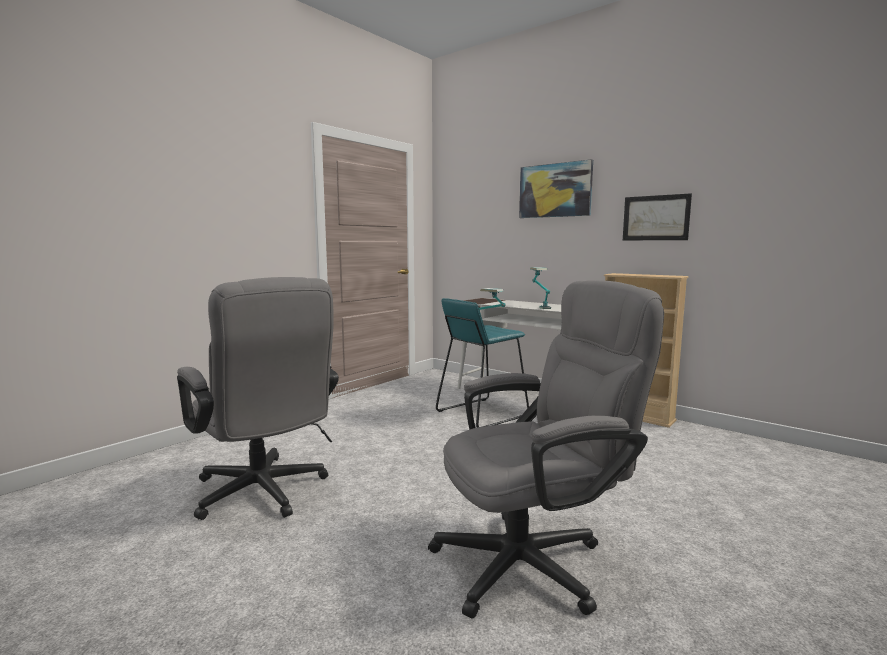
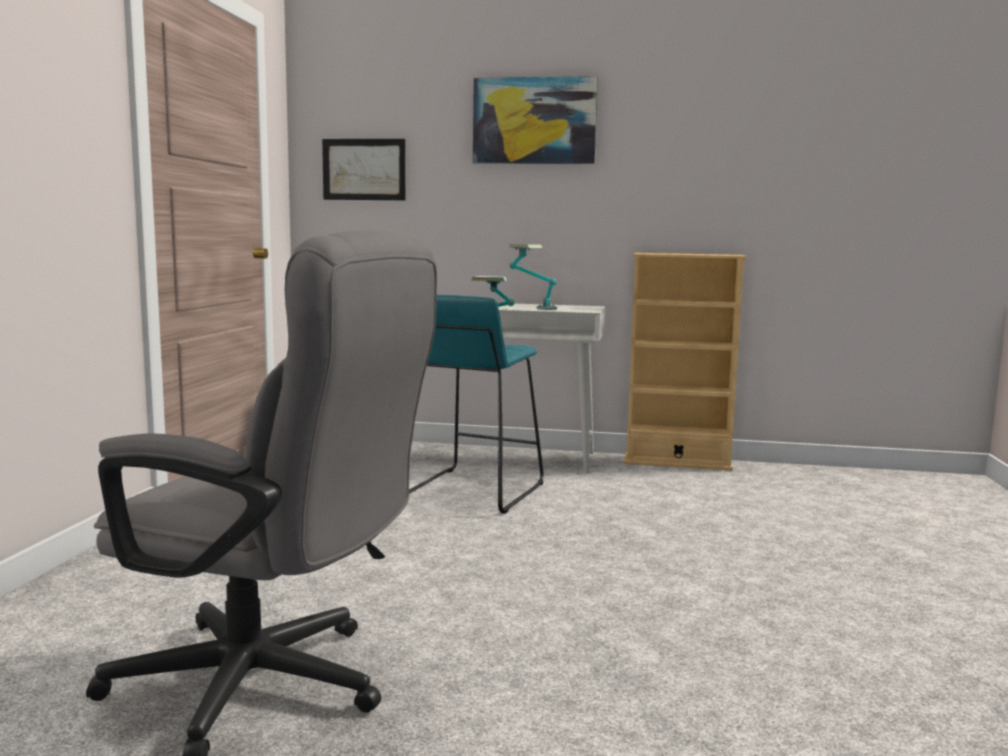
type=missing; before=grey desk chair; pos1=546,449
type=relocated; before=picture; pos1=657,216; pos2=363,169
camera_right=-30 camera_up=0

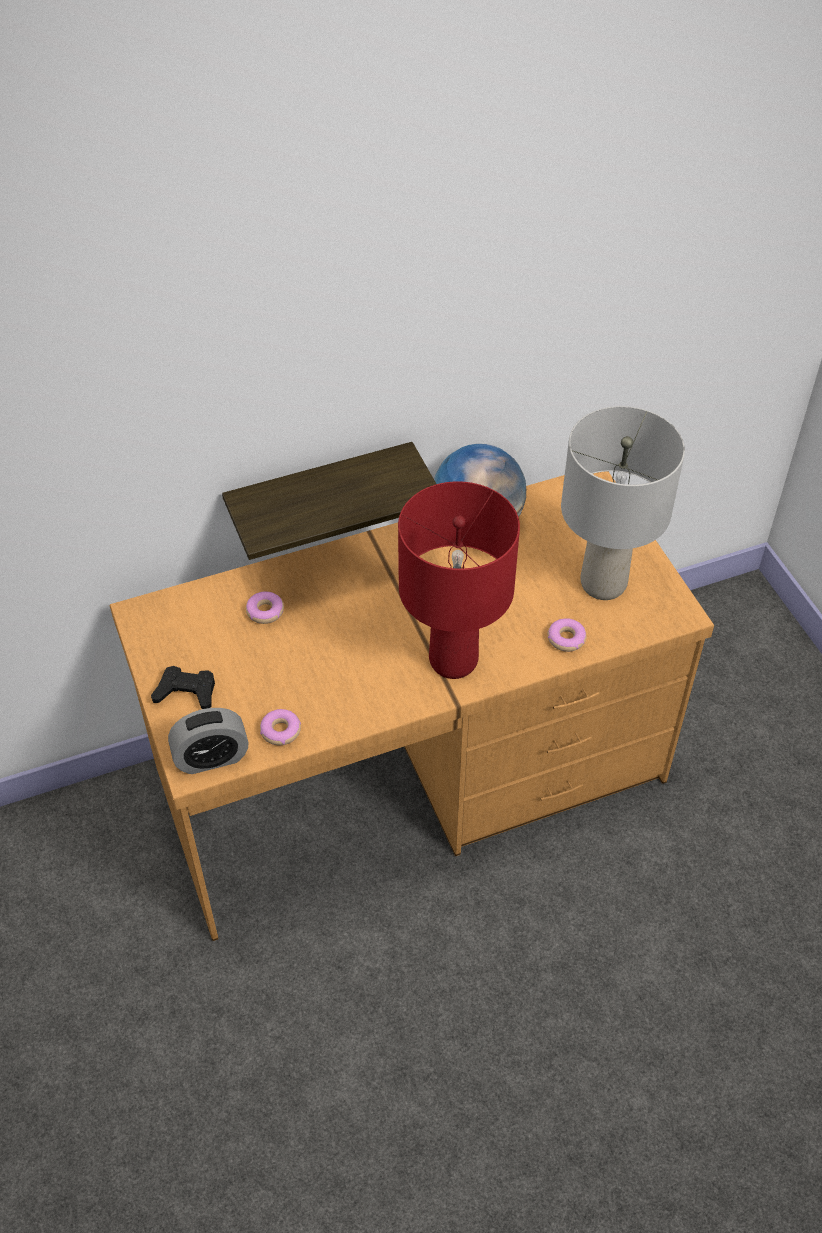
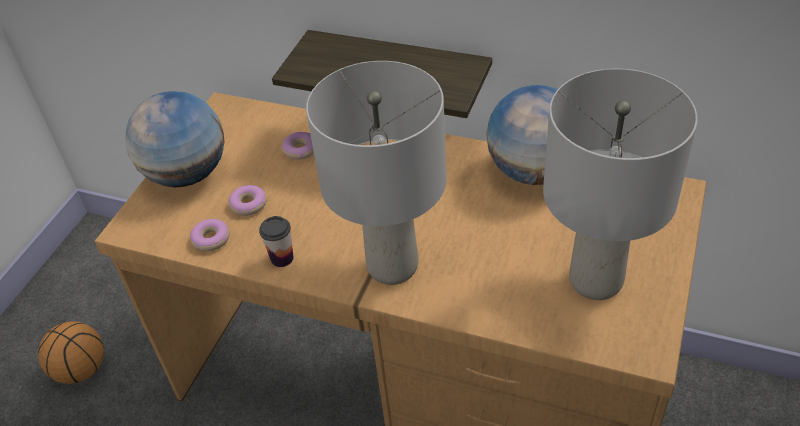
type=exchanged; before=blackish gamepad; after=globe; pos1=183,687; pos2=175,139
type=missing; before=table clock; pos1=208,741
type=colour; before=red-coloured lamp for a table; after=grey lamp for a table; pos1=459,580; pos2=376,173
type=relocated; before=doughnut; pos1=567,635; pos2=248,200
type=appeared; after=basketball ball; pos2=71,352
type=appeared; after=drinking cup; pos2=276,241
camera_right=45 camera_up=-5

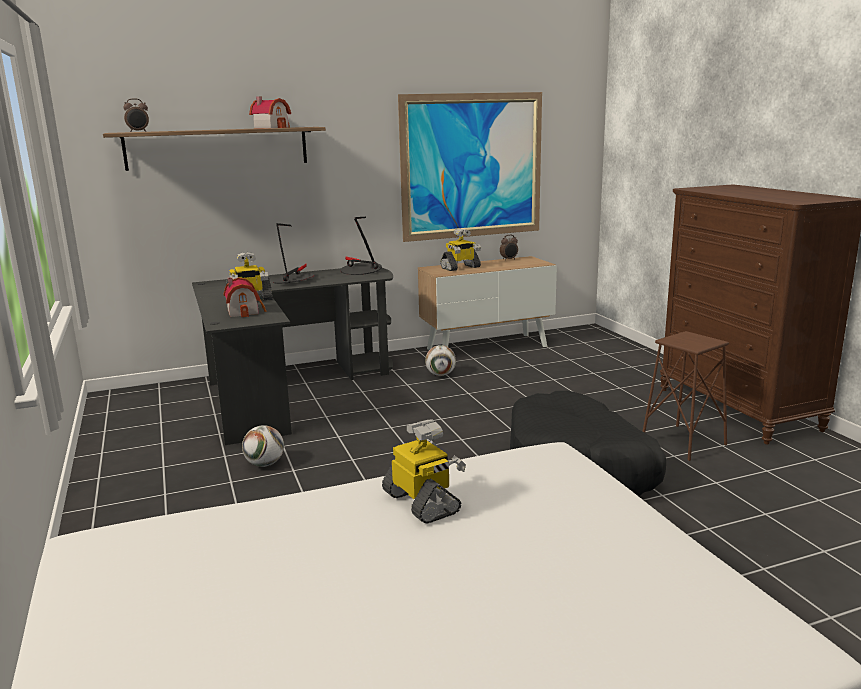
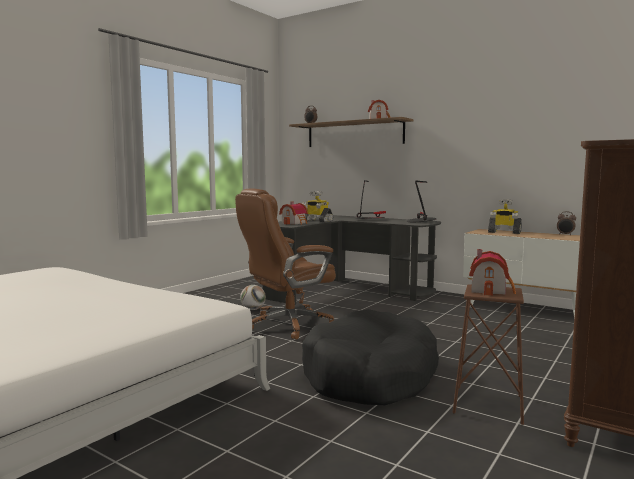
type=missing; before=robot figure; pos1=424,471
type=missing; before=picture; pos1=470,167
type=missing; before=football ball; pos1=440,360
type=appeared; after=brownish desk chair; pos2=285,264
type=appeared; after=model house; pos2=492,272
camera_right=55 camera_up=-10

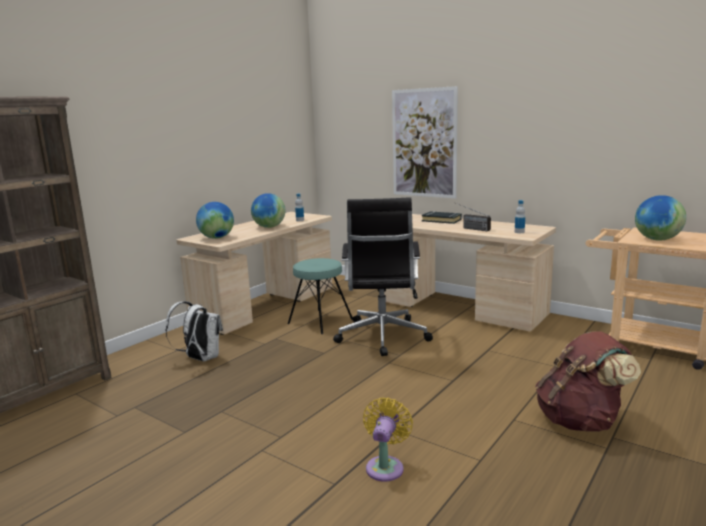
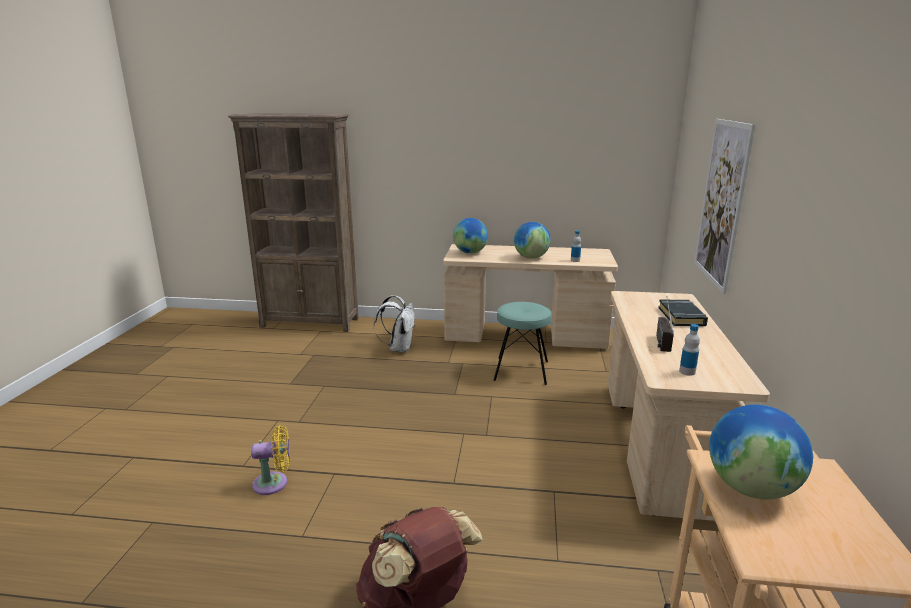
type=missing; before=blackish desk chair; pos1=383,277
camera_right=60 camera_up=5

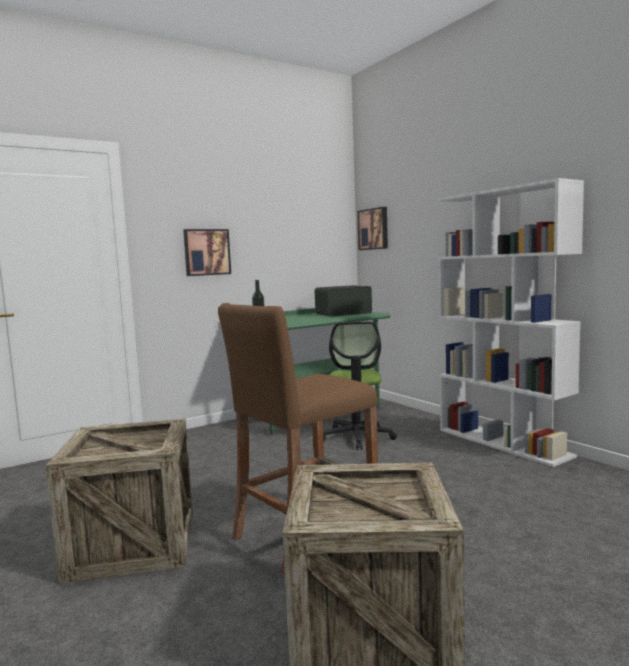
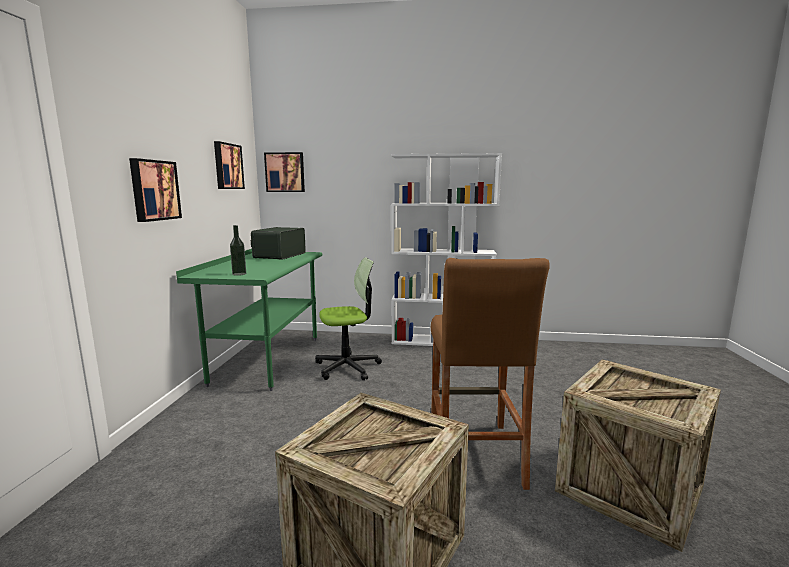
type=spun; before=desk chair; pos1=360,385; pos2=348,318; turn=-60
type=appeared; after=picture; pos2=229,165
camera_right=-50 camera_up=5

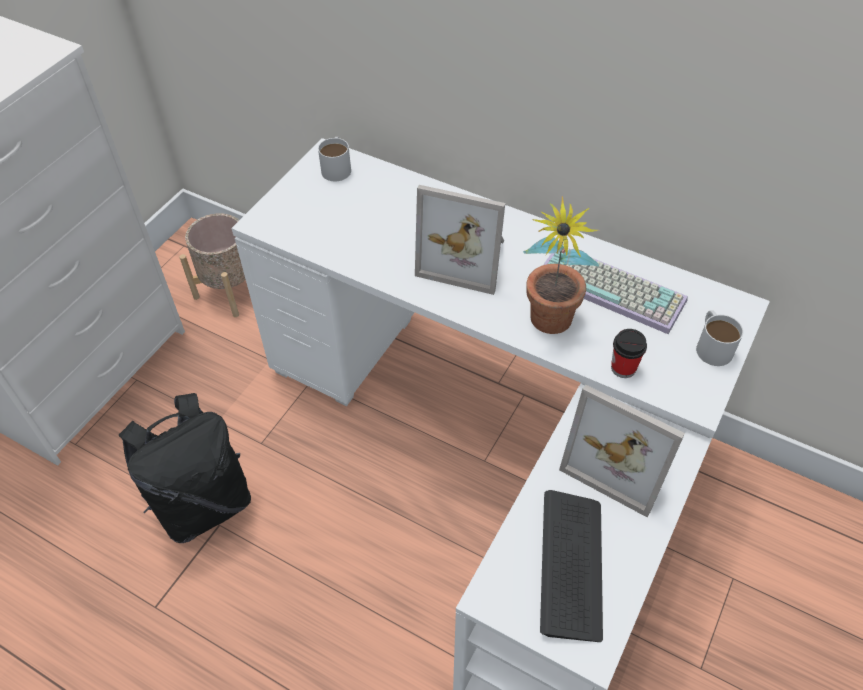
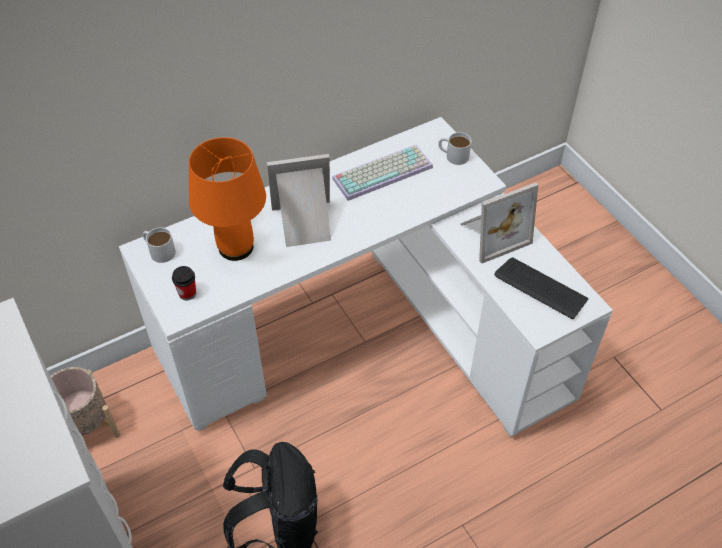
type=spun; before=standing frame; pos1=460,240; pos2=299,200; turn=-150
type=missing; before=potted plant; pos1=561,265
type=relocated; before=drinking cup; pos1=629,353; pos2=184,283
type=appeared; after=orange lamp for a table; pos2=227,199
camera_right=-60 camera_up=0

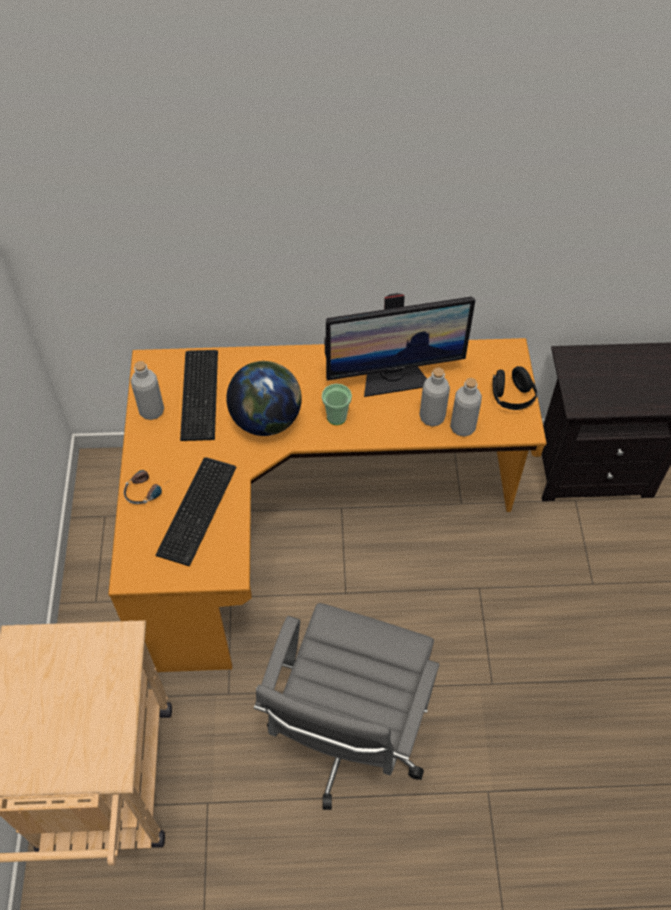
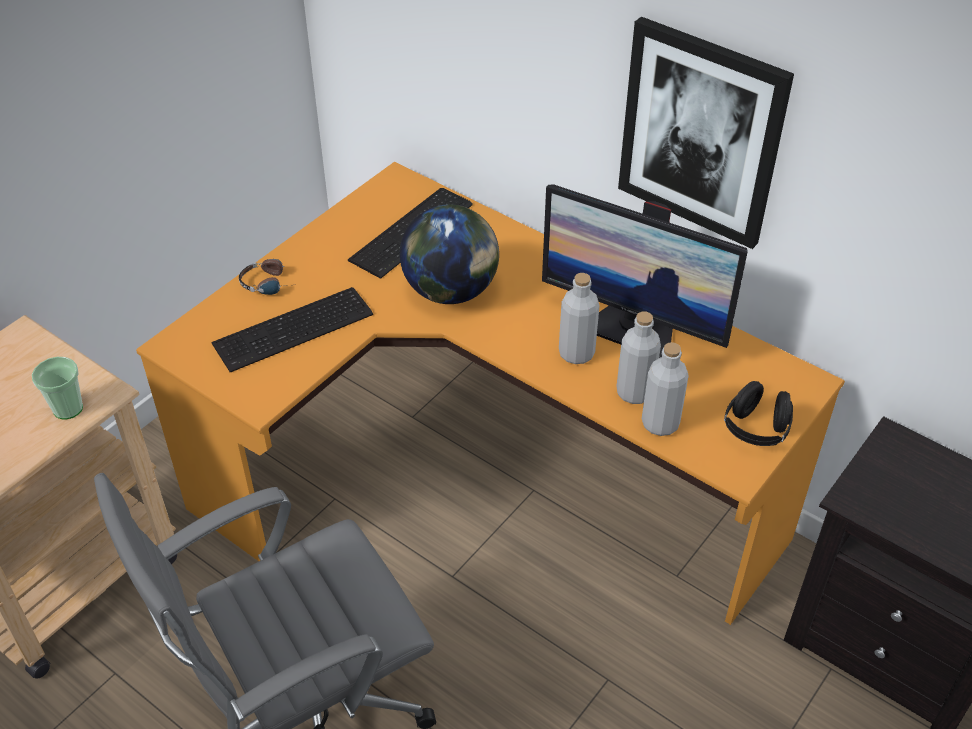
type=relocated; before=grey drink bottle; pos1=147,390; pos2=579,318
type=relocated; before=drinking cup; pos1=337,404; pos2=57,388
type=appeared; after=picture; pos2=706,133
camera_right=40 camera_up=-10

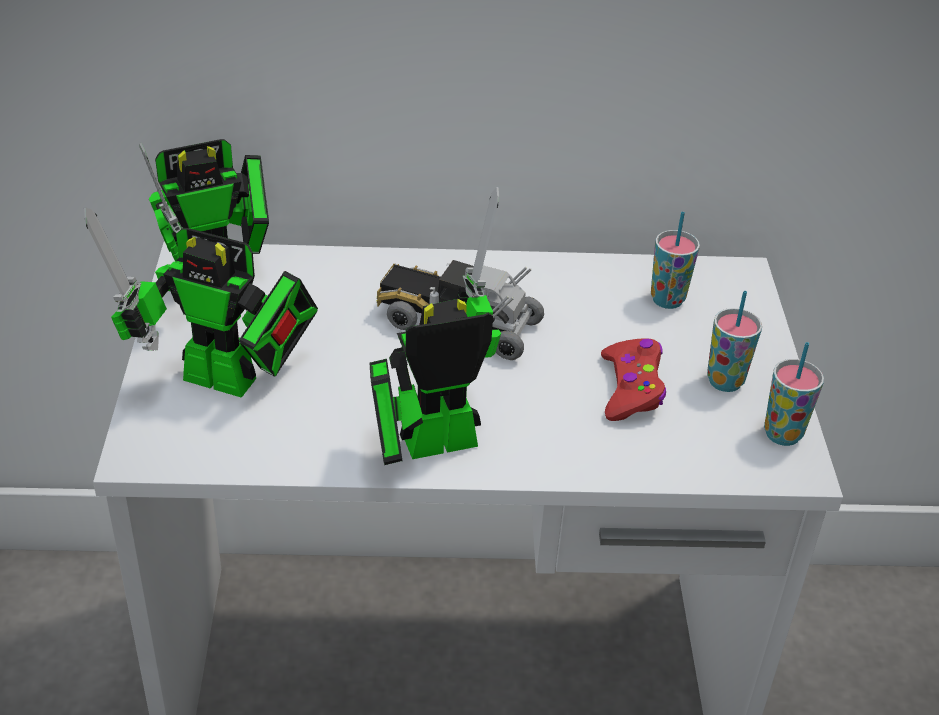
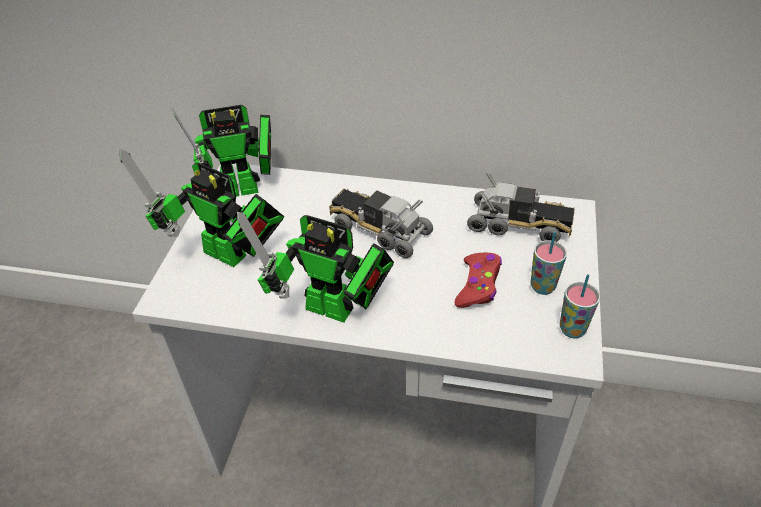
type=spun; before=robot figure; pos1=435,326; pos2=315,267; turn=-150
type=exchanged; before=drinking cup; after=toy lorry; pos1=675,260; pos2=521,207
camera_right=15 camera_up=5

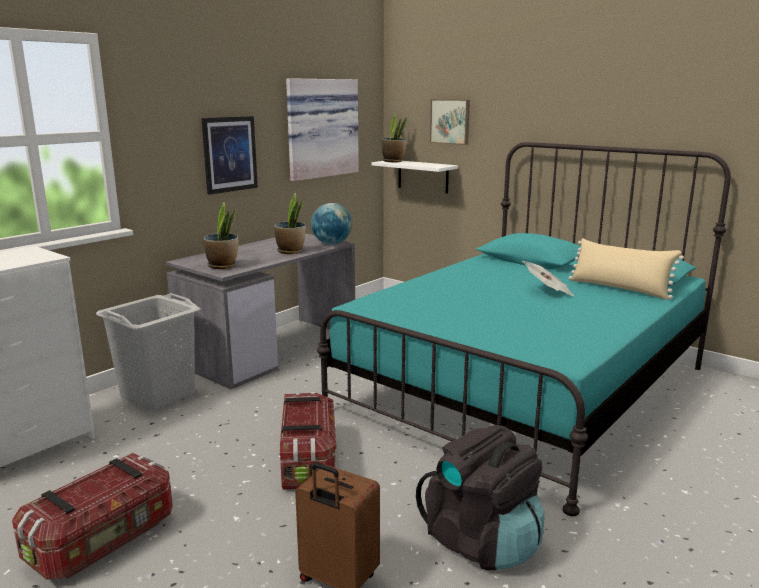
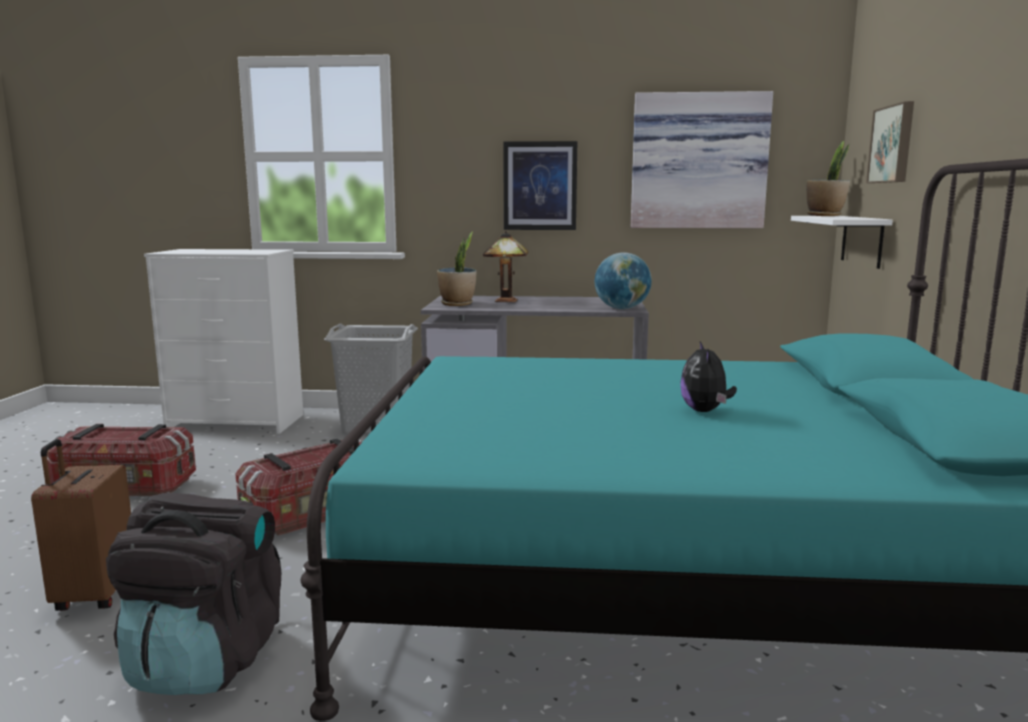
type=missing; before=potted plant; pos1=290,223
type=exchanged; before=printed paper; after=plush toy; pos1=548,278; pos2=708,377
type=missing; before=sand-coloured pillow; pos1=626,269
type=appeared; after=lamp for a table; pos2=505,267
camera_right=55 camera_up=-5

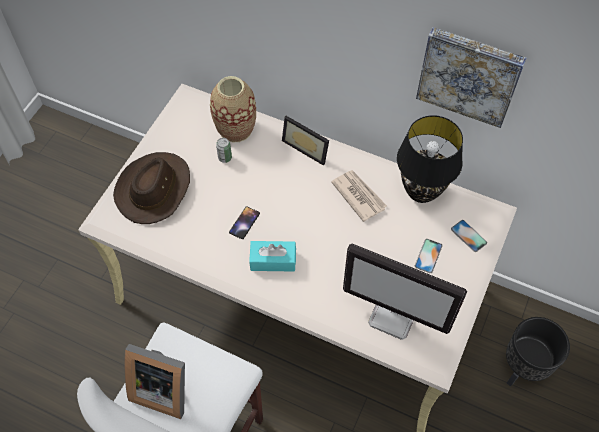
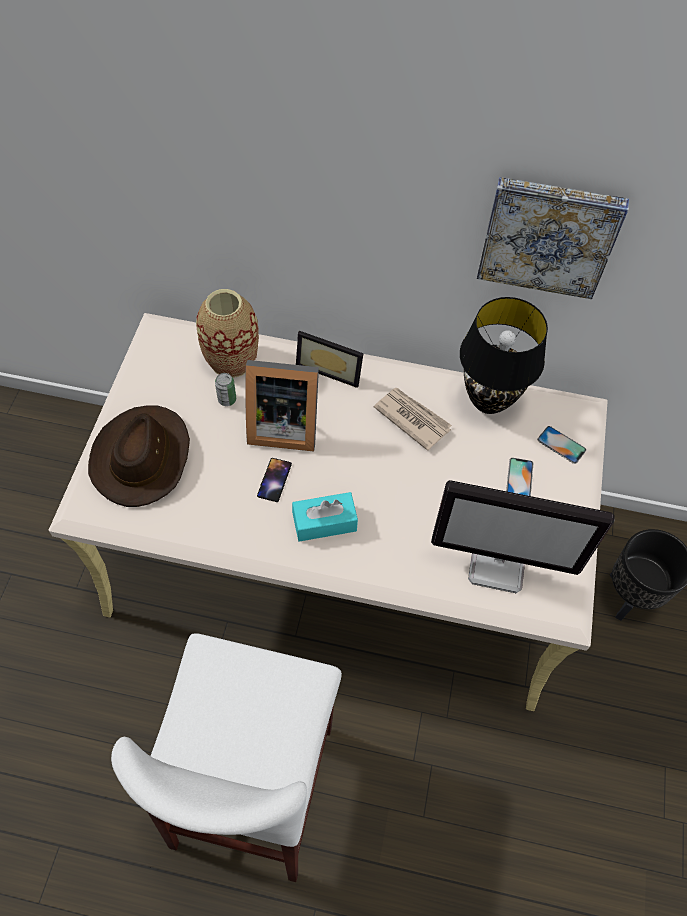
type=relocated; before=standing frame; pos1=155,381; pos2=282,406
camera_right=-15 camera_up=0

